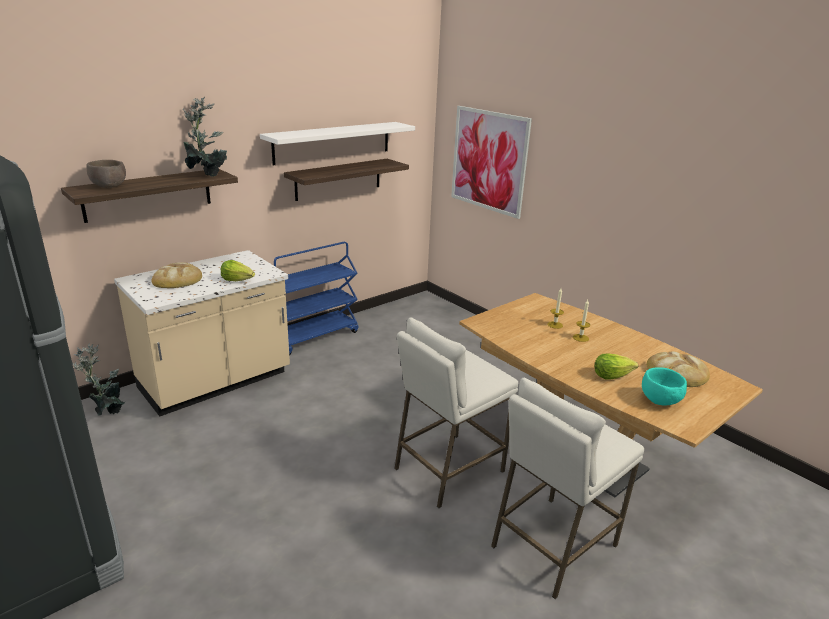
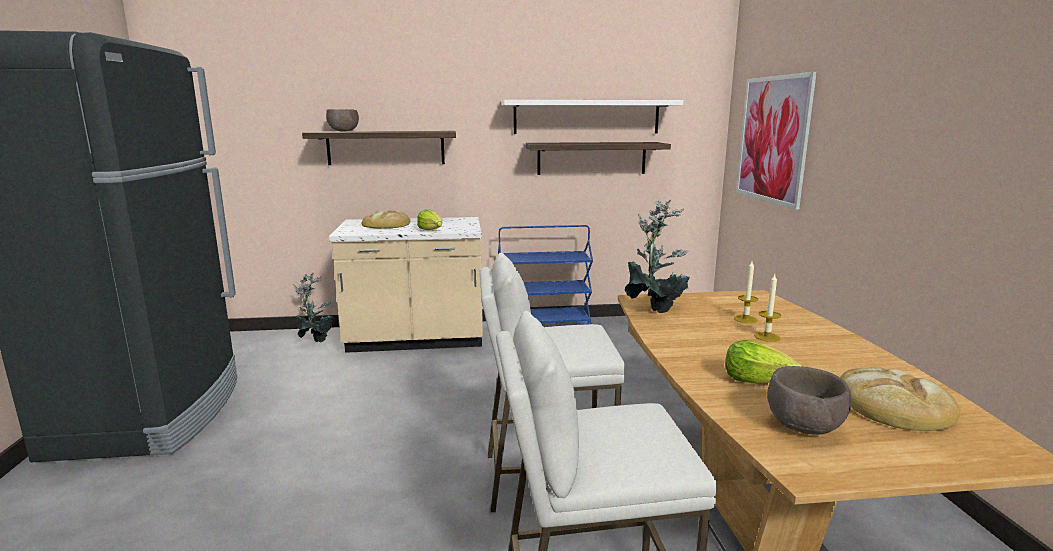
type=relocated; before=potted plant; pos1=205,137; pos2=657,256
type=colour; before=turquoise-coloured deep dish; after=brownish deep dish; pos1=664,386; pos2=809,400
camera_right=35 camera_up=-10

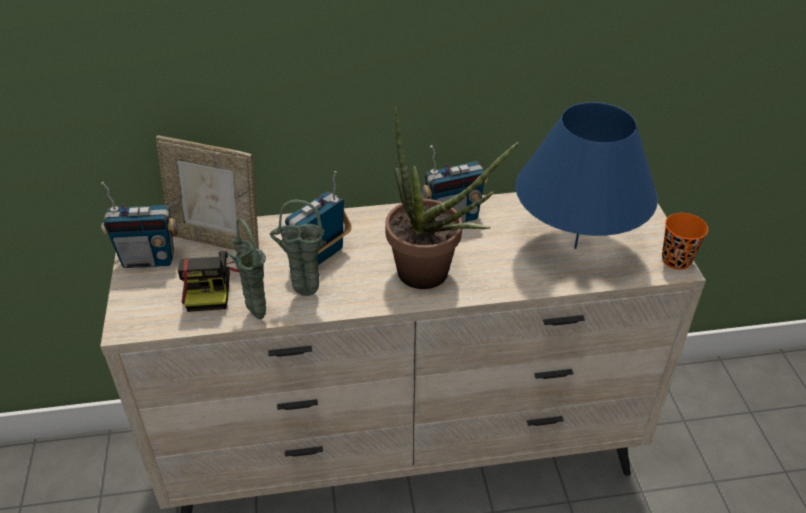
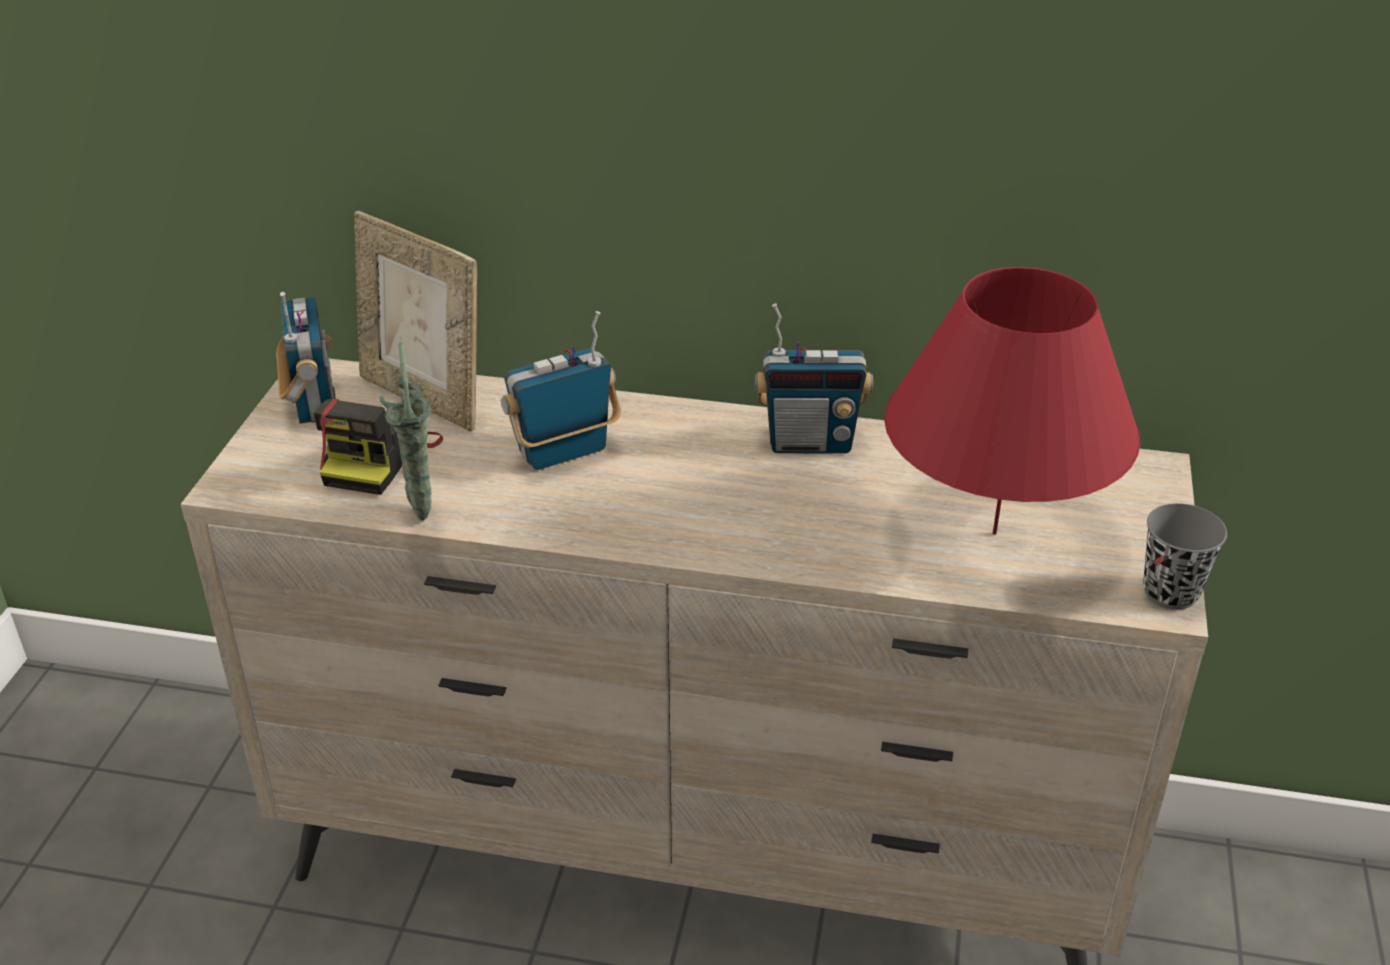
type=spun; before=radio receiver; pos1=139,225; pos2=306,357; turn=-120
type=missing; before=greenish vase; pos1=298,248
type=missing; before=potted plant; pos1=452,197
type=colour; before=bluish lamp for a table; after=red-coloured lamp for a table; pos1=586,175; pos2=1012,401
type=colour; before=orange drinking cup; after=grey drinking cup; pos1=685,241; pos2=1185,556
camera_right=20 camera_up=-5

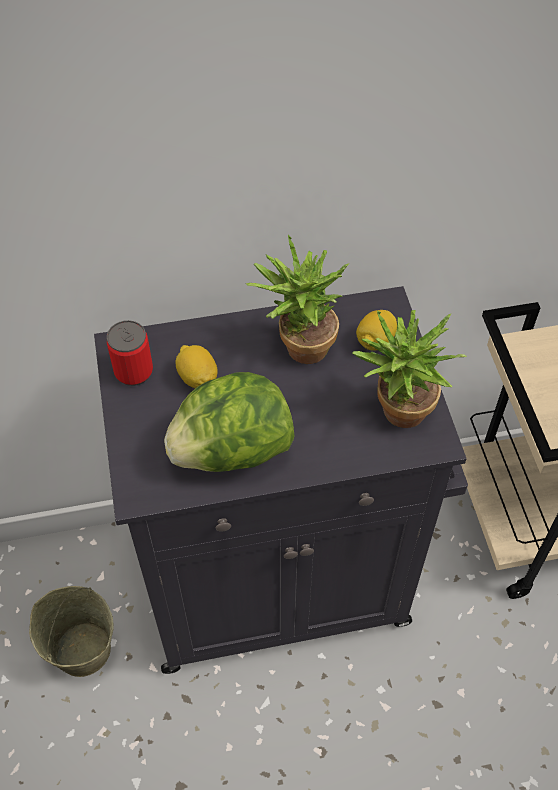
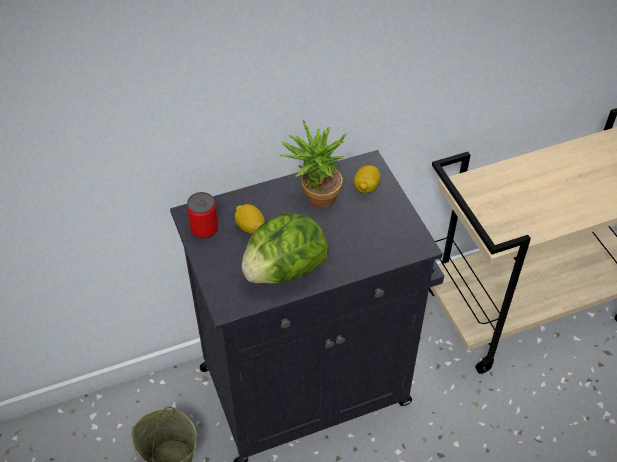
type=missing; before=potted plant; pos1=409,369
camera_right=-10 camera_up=-5

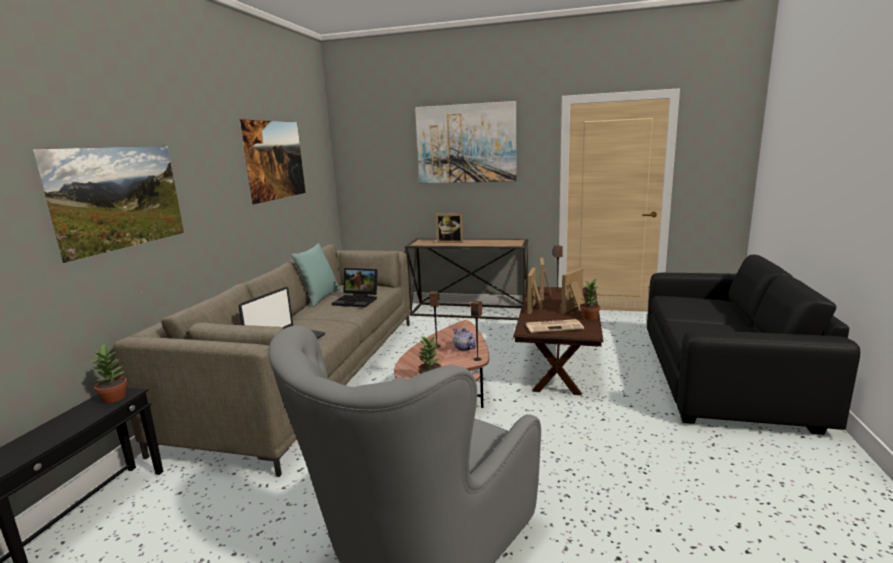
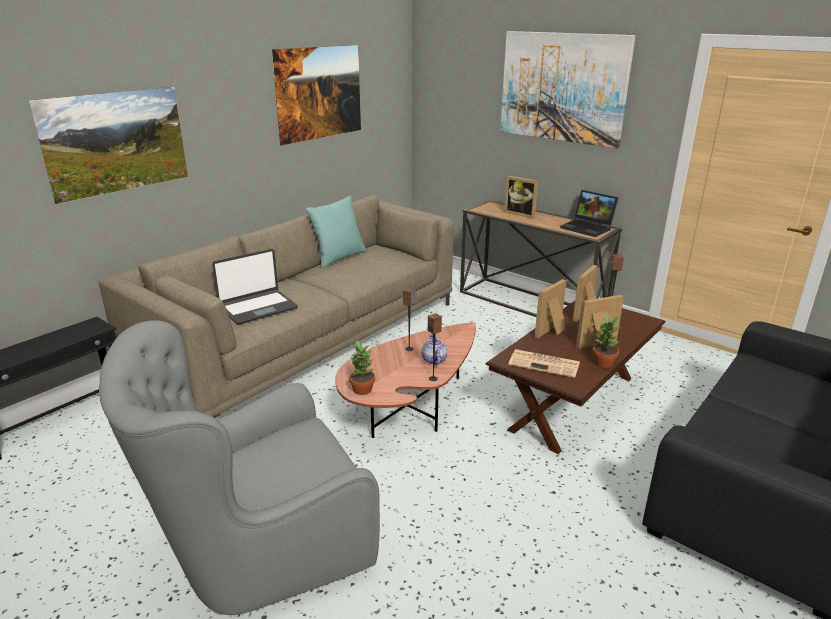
type=missing; before=potted plant; pos1=109,373
type=relocated; before=portable computer; pos1=355,287; pos2=589,213
camera_right=25 camera_up=10

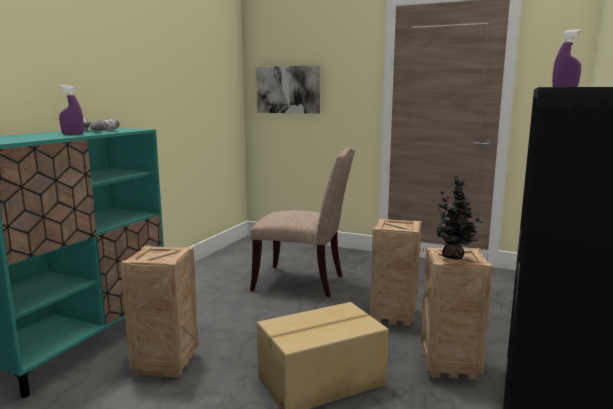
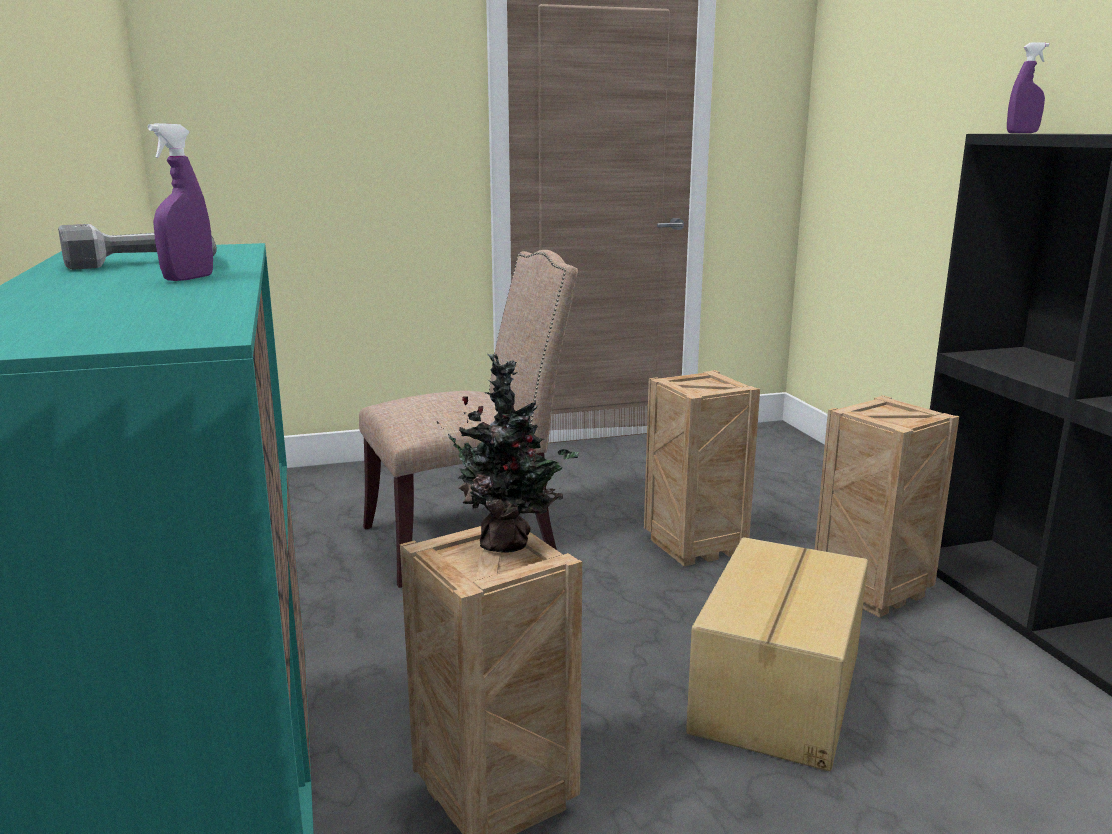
type=missing; before=picture; pos1=288,89
type=relocated; before=potted plant; pos1=460,218; pos2=508,453
camera_right=-40 camera_up=5

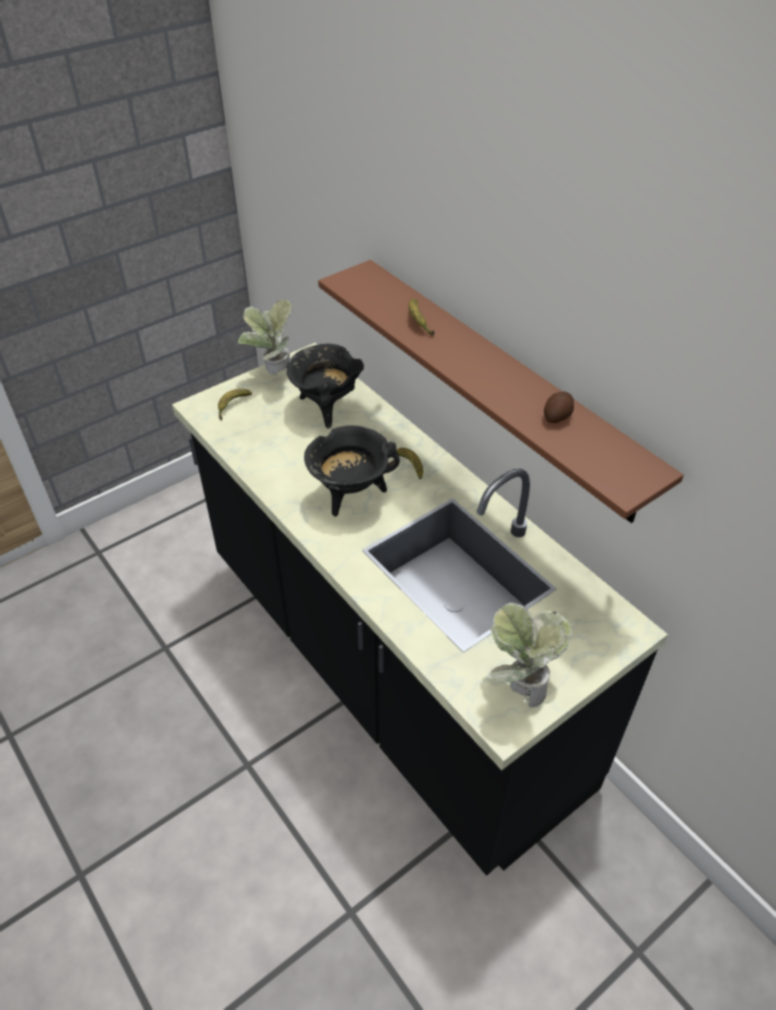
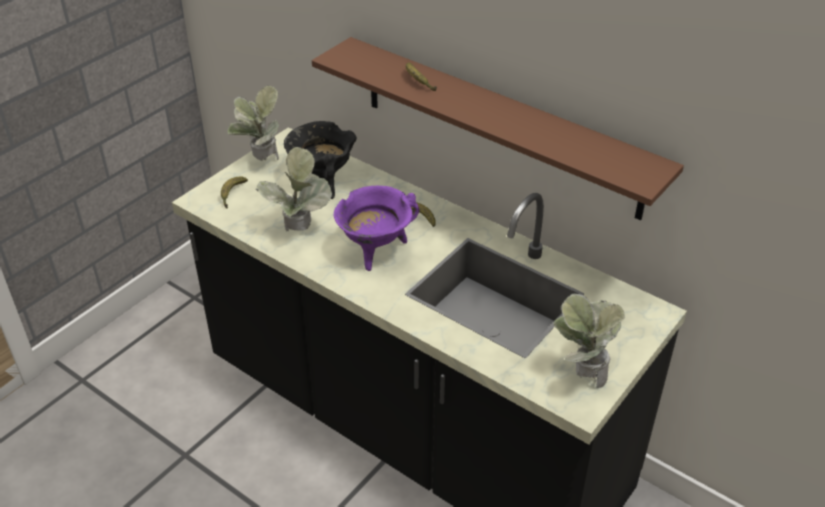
type=colour; before=blackish cooking pot; after=purple cooking pot; pos1=352,471; pos2=376,228
type=missing; before=spud; pos1=559,407
type=appeared; after=potted plant; pos2=294,189
camera_right=-15 camera_up=-5

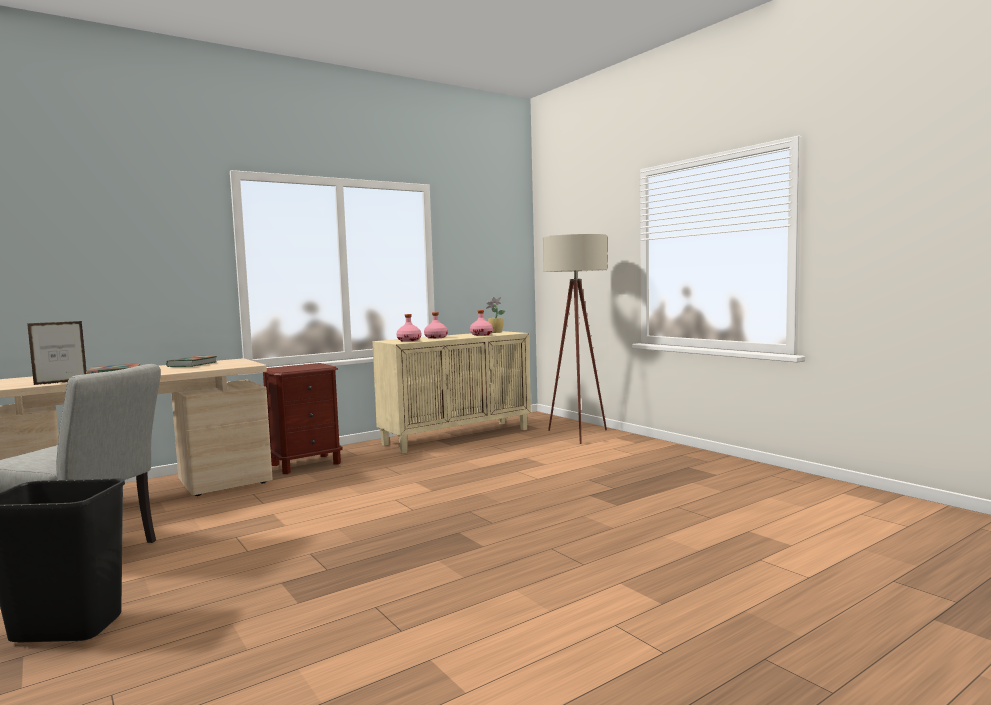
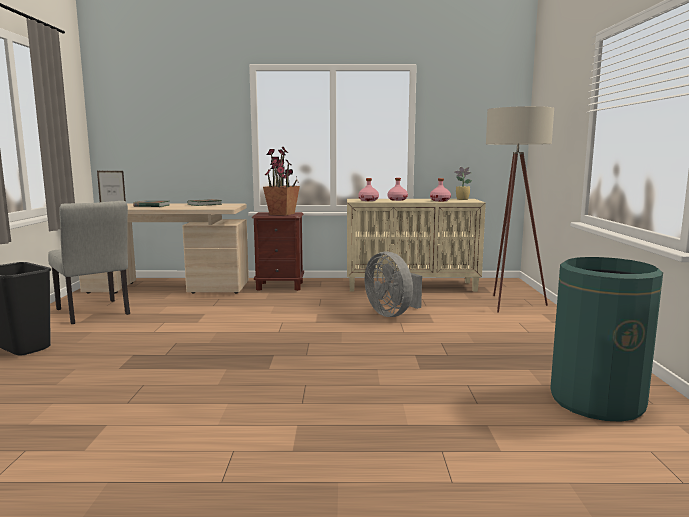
type=appeared; after=potted plant; pos2=281,181
type=appeared; after=grey electric fan; pos2=393,284
type=appeared; after=greenish rubbish bin; pos2=606,339
camera_right=35 camera_up=5

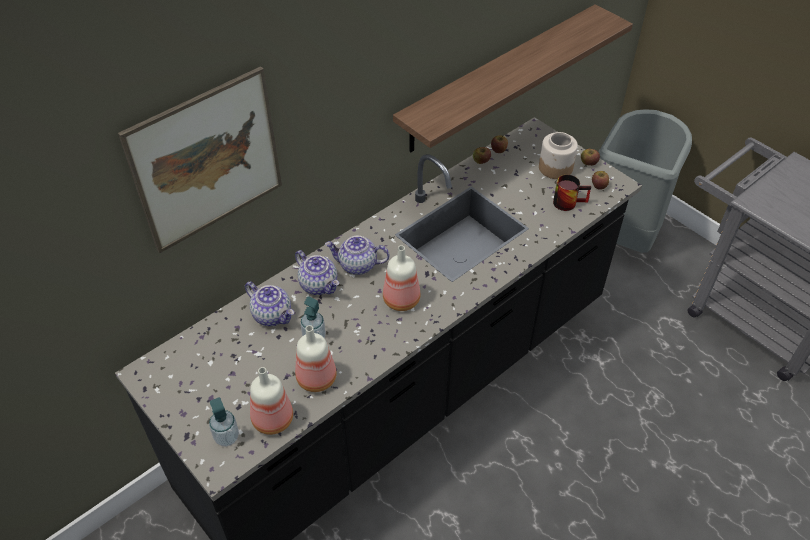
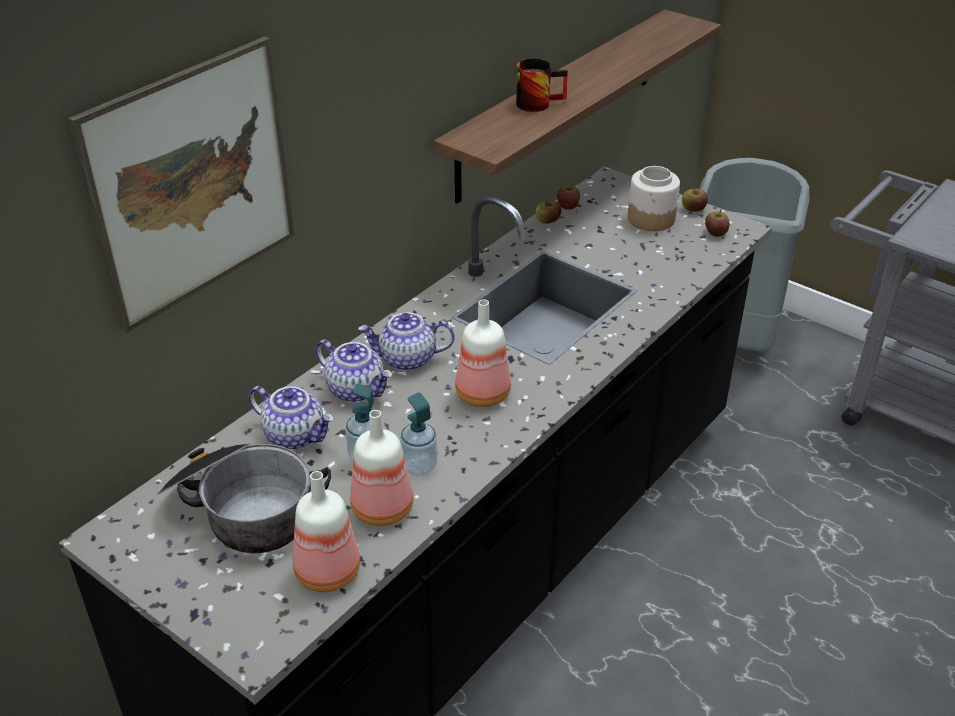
type=relocated; before=soap bottle; pos1=224,422; pos2=419,434
type=relocated; before=coffee mug; pos1=572,193; pos2=542,85
type=appeared; after=cooking pot; pos2=244,498
camera_right=-10 camera_up=-10

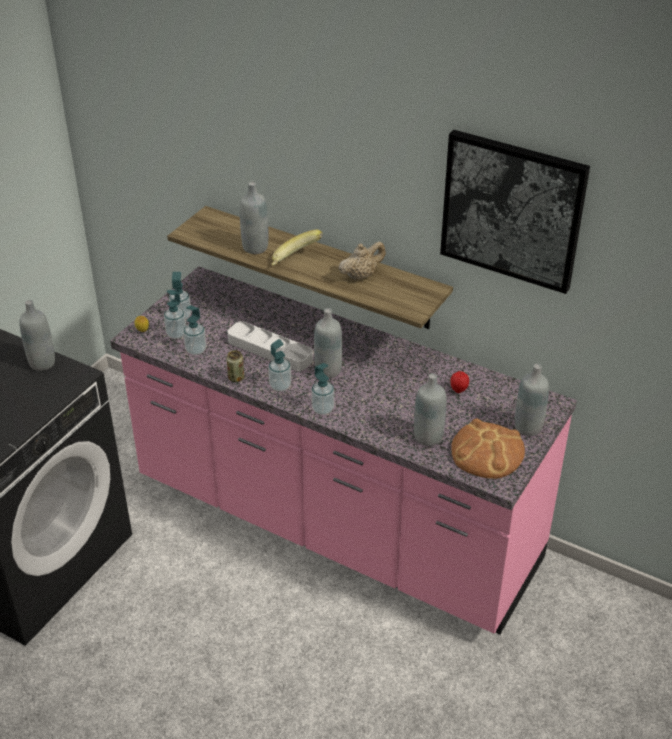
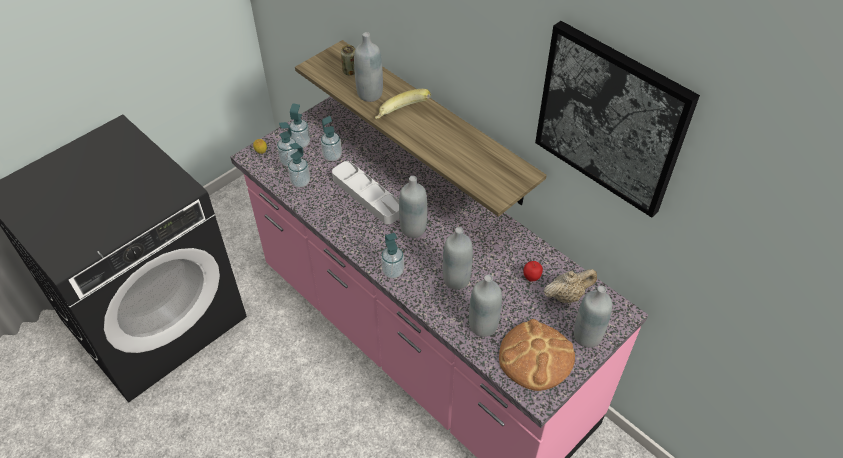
type=relocated; before=grey drink bottle; pos1=37,335; pos2=458,258
type=relocated; before=can; pos1=235,366; pos2=348,60
type=relocated; before=soap bottle; pos1=279,365; pos2=331,138
type=relocated; before=sand-coloured teapot; pos1=362,261; pos2=570,286
camera_right=15 camera_up=10

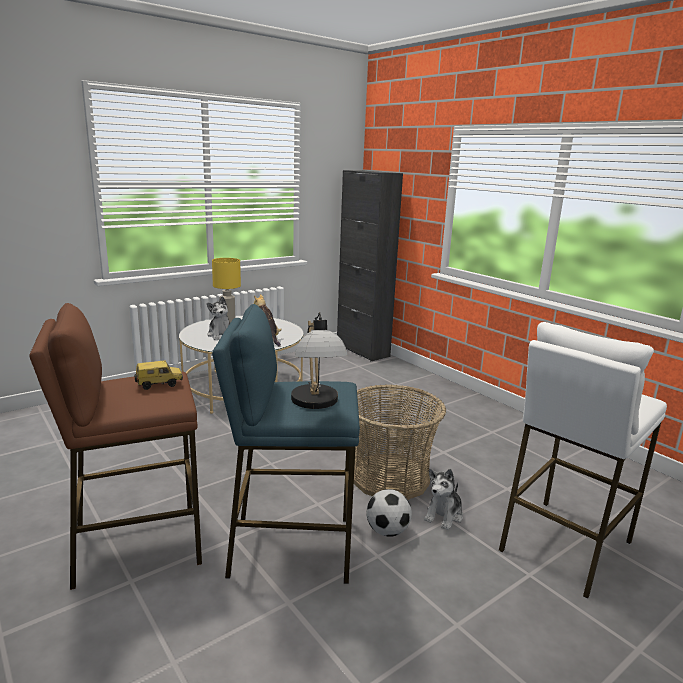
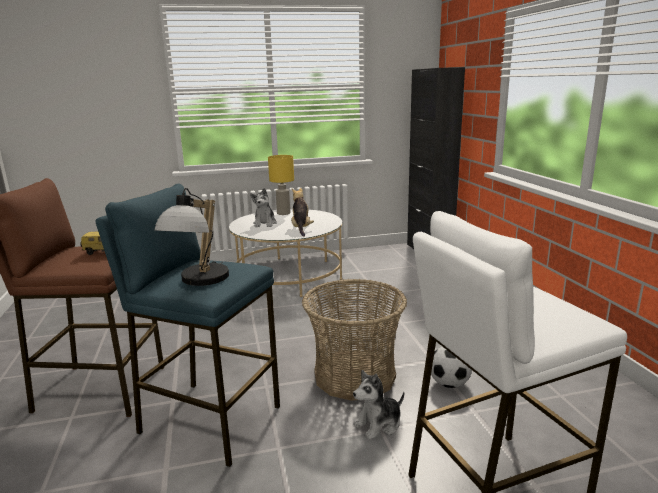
type=relocated; before=football ball; pos1=389,513; pos2=451,367
camera_right=25 camera_up=0

